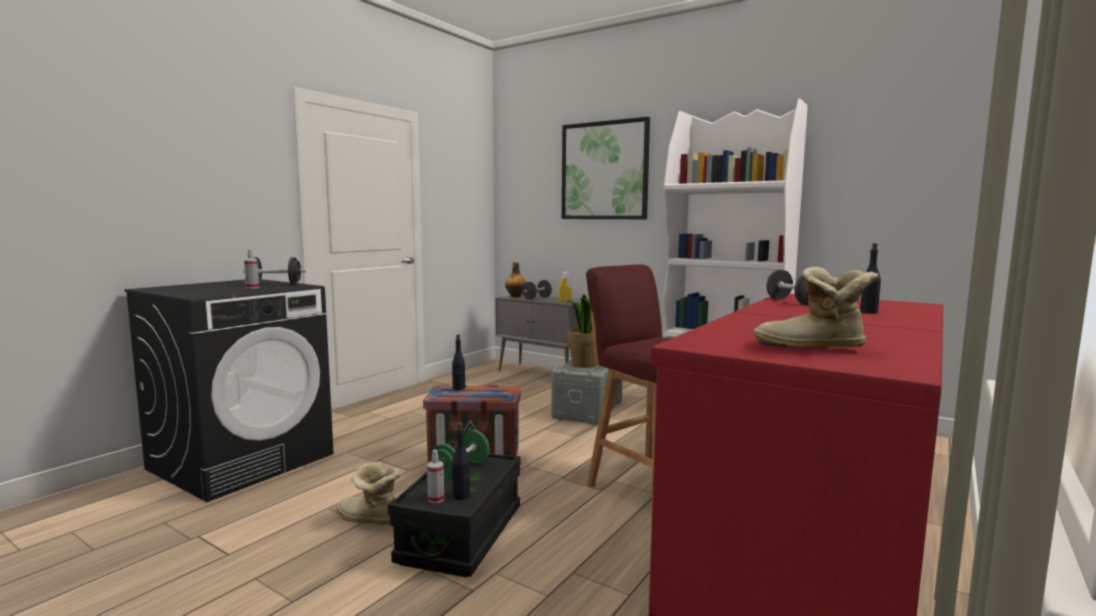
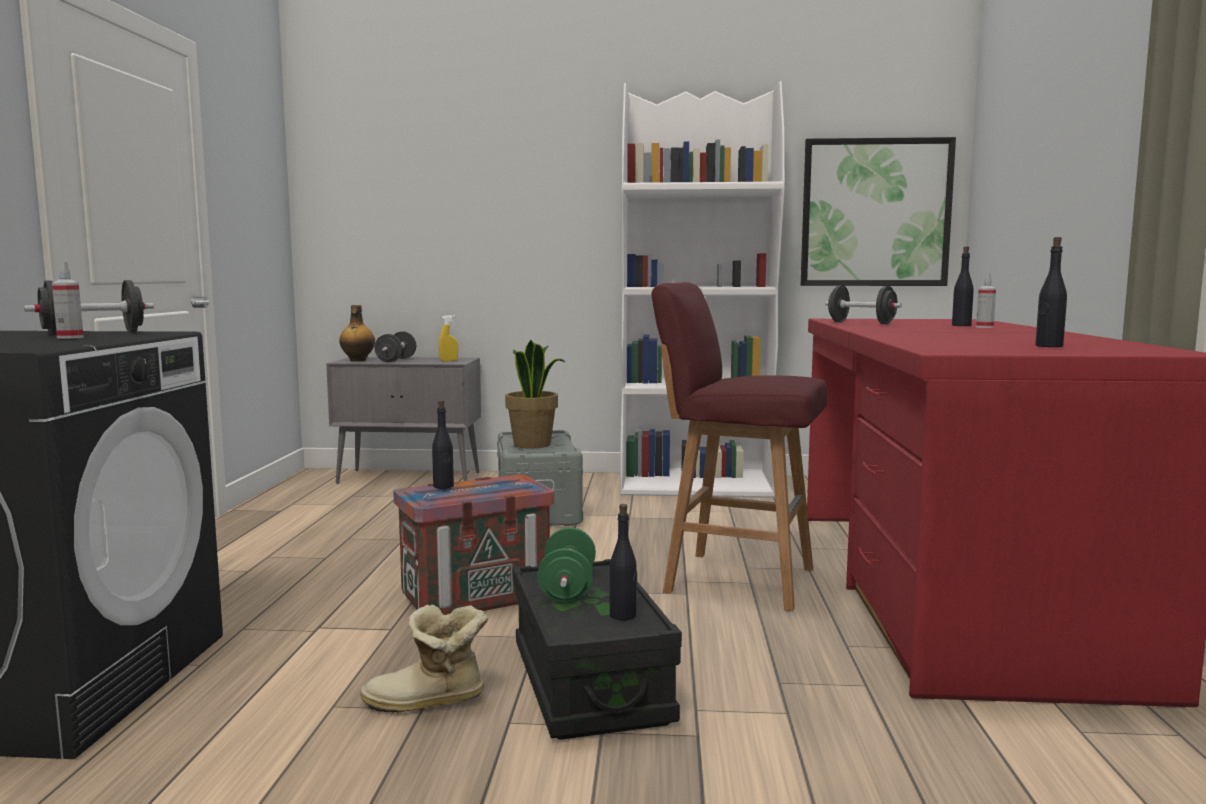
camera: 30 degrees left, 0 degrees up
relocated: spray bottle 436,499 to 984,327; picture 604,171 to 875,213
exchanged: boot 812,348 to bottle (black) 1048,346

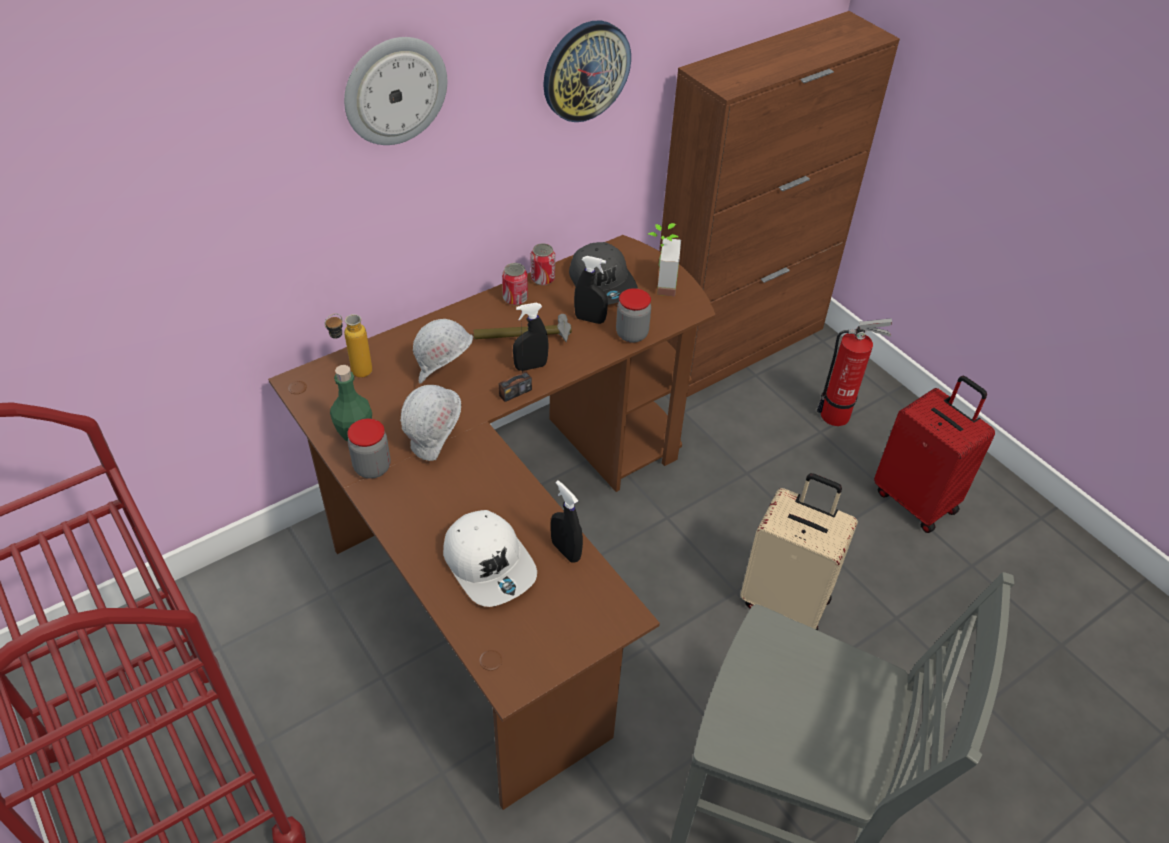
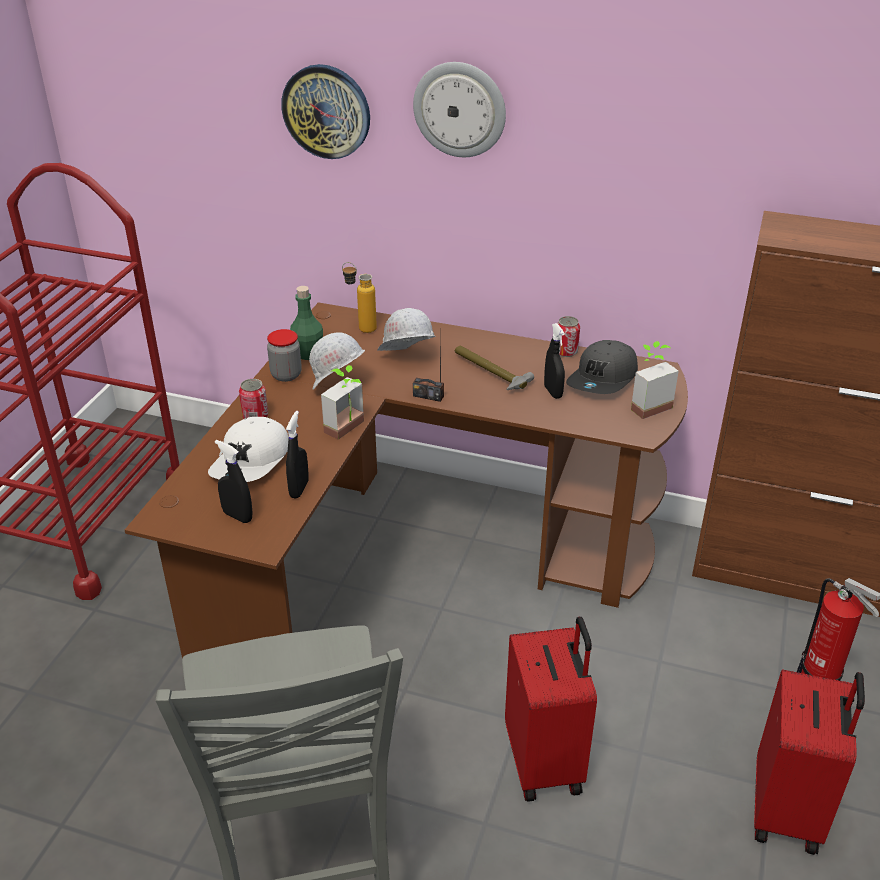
camera: 55 degrees right, 10 degrees down
missing: jar 632,334
appeared: potted plant 350,430
relocated: can 515,298 to 255,416; spray bottle (black) 530,366 to 237,516; wall clock 585,71 to 326,111
colour: suitcase (beige) 786,600 to suitcase (red) 546,762

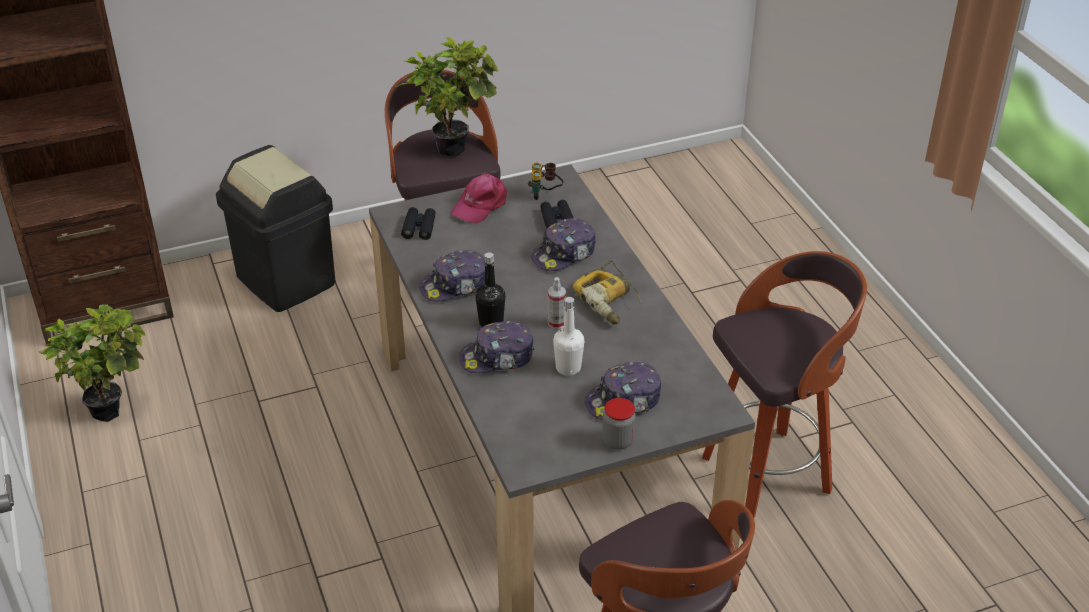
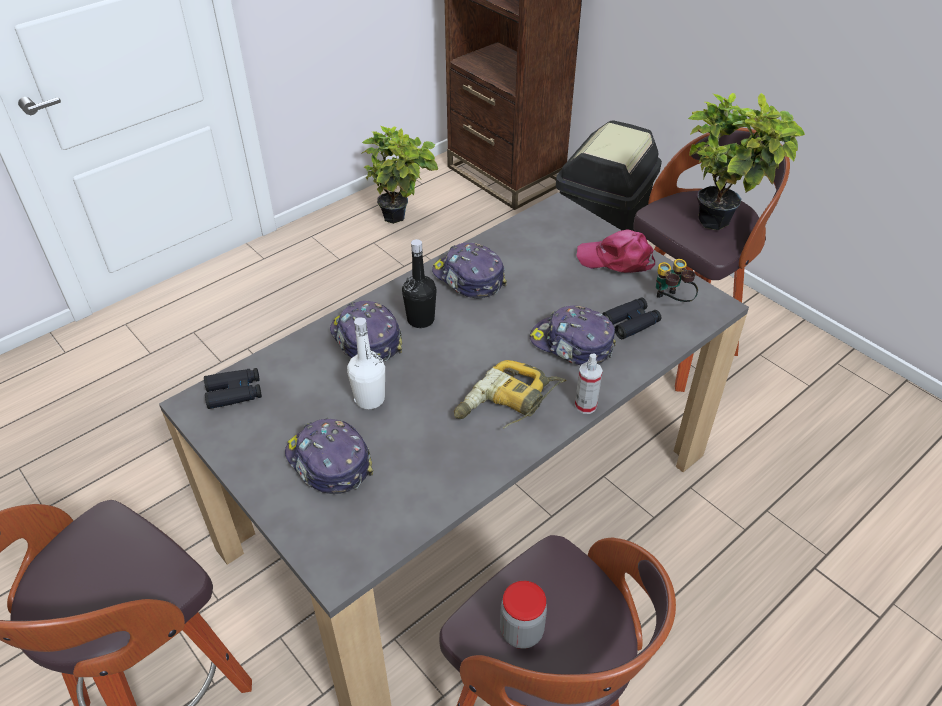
camera: 70 degrees right, 5 degrees up
relocated: binoculars (black) 419,227 to 234,393; spray bottle 556,323 to 585,405; jar 618,441 to 521,631

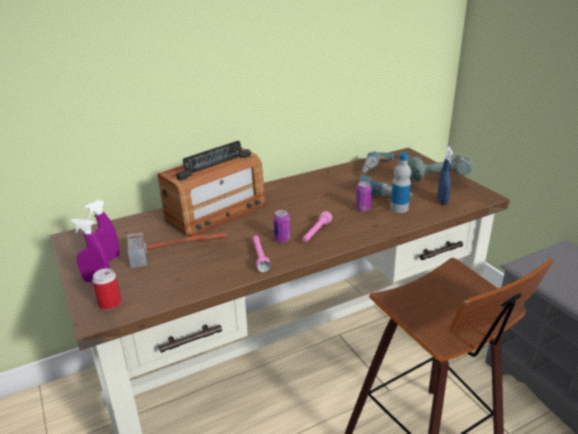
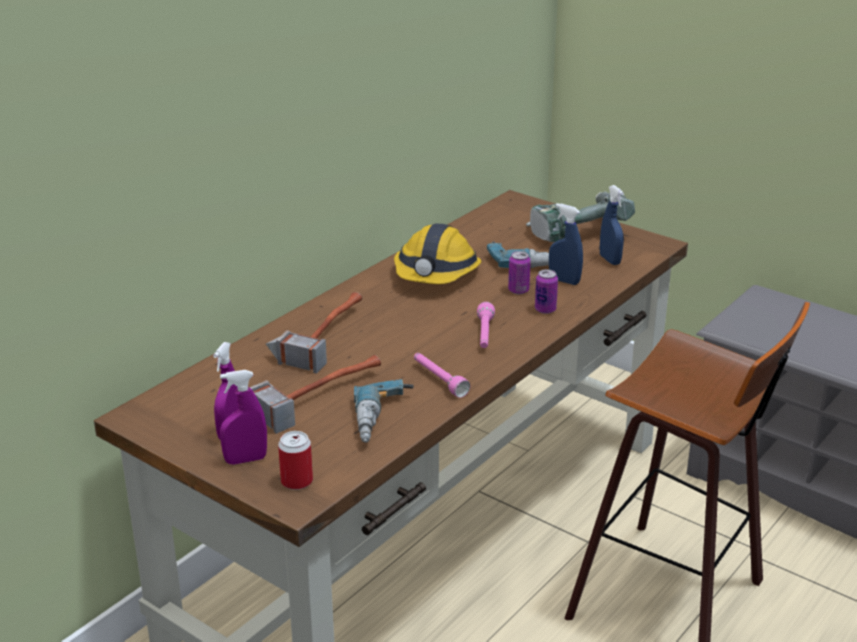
camera: 25 degrees left, 0 degrees up
appeared: hard hat 436,274
relocated: can 282,239 to 545,309; power drill 379,169 to 385,420
exchanged: radio 216,212 to hammer 321,335; bottle 399,208 to spray bottle (blue) 564,281

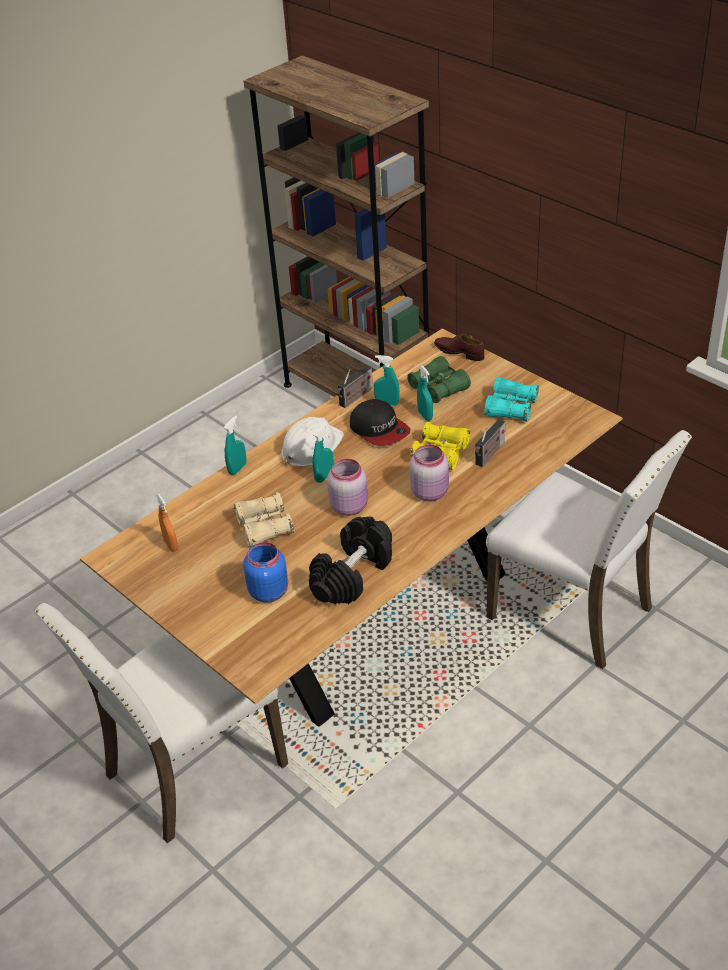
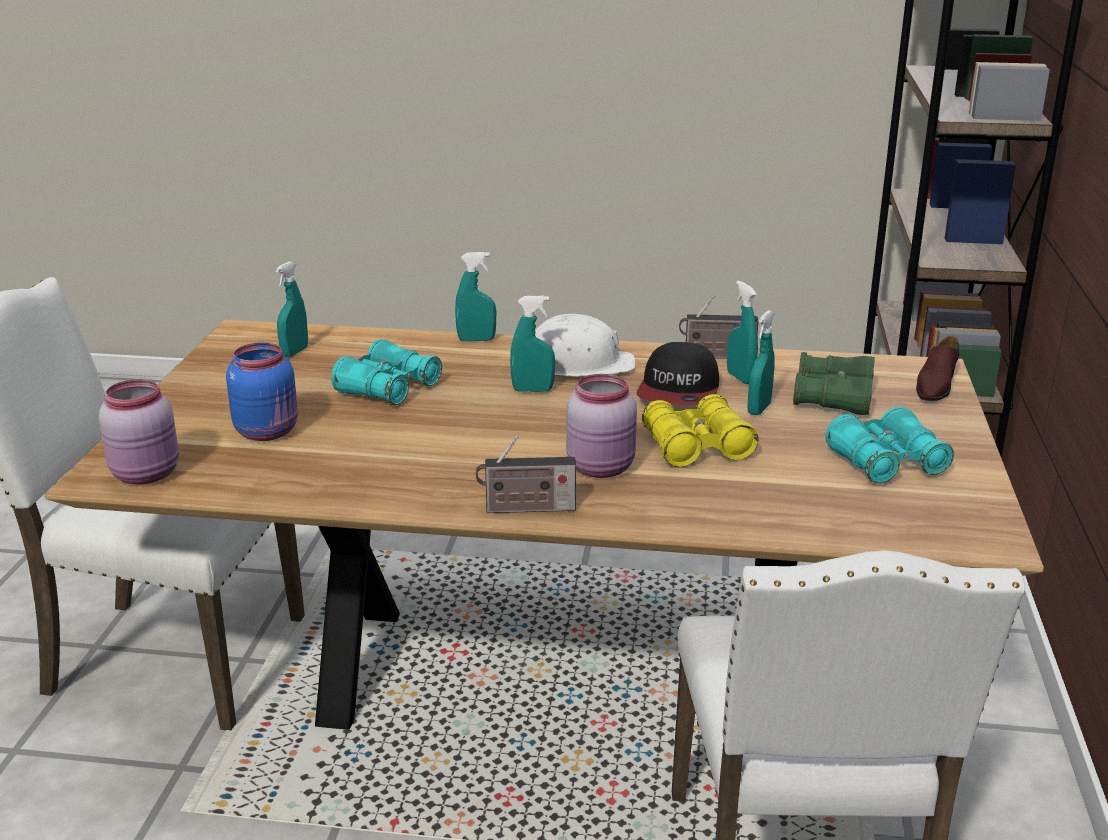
camera: 50 degrees right, 15 degrees down
missing: dumbbell (black) 352,575
relocated: jar (pink) 349,506 to 148,474; radio 489,455 to 526,509
colour: spray bottle (orange) 171,545 to spray bottle (turquoise) 294,352; binoculars (beige) 264,527 to binoculars (turquoise) 388,389
spun: shoe (brown) 459,352 = 935,385 150 degrees counterclockwise

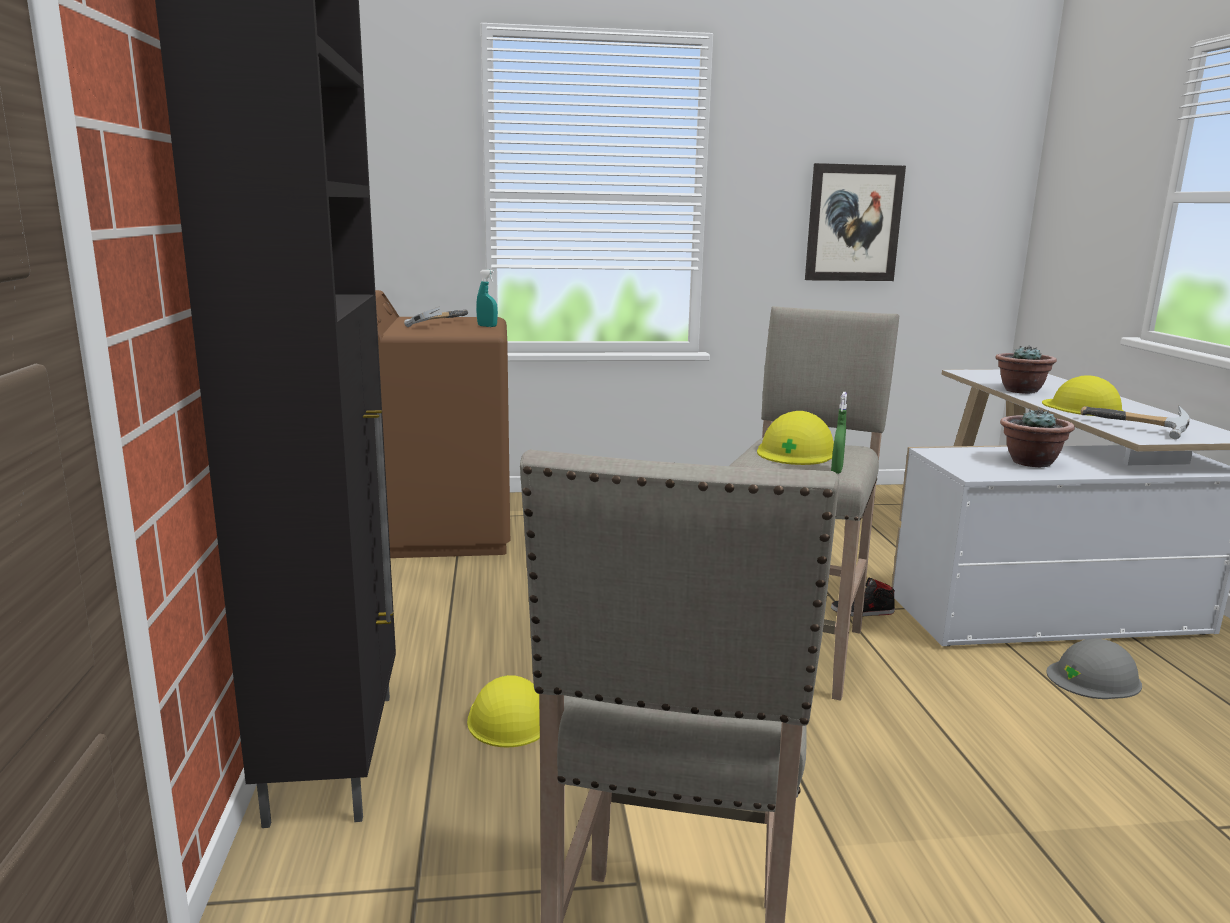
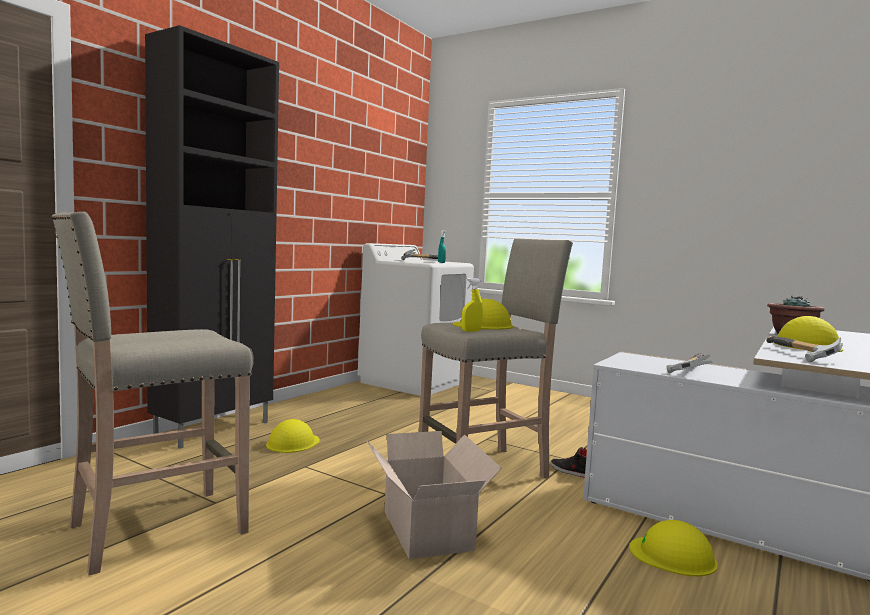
camera: 40 degrees right, 10 degrees down
missing: picture 853,223
appeared: cardboard box 427,532
exchanged: potted plant 1030,462 to hammer 688,369
colour: washing machine (brown) 439,531 to washing machine (white) 414,382; spray bottle (green) 836,470 to spray bottle (yellow) 471,331; hard hat (grey) 1094,678 to hard hat (yellow) 673,556

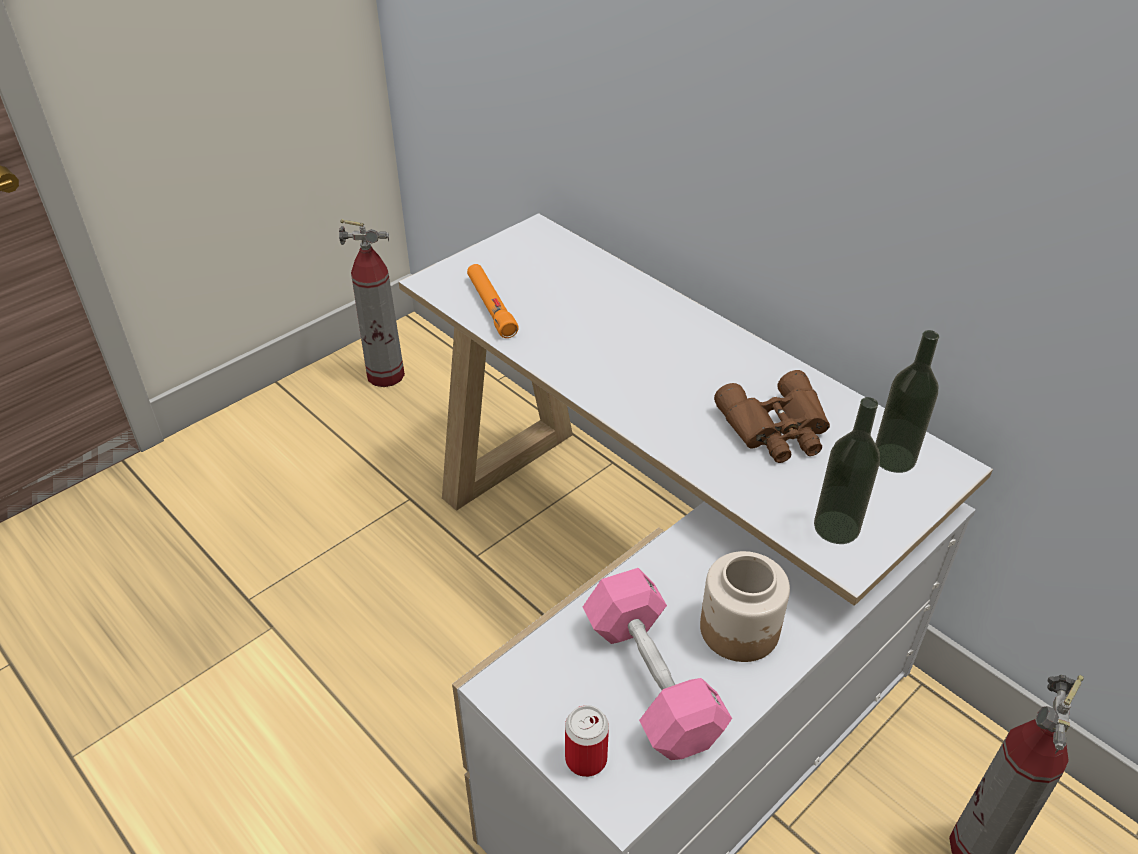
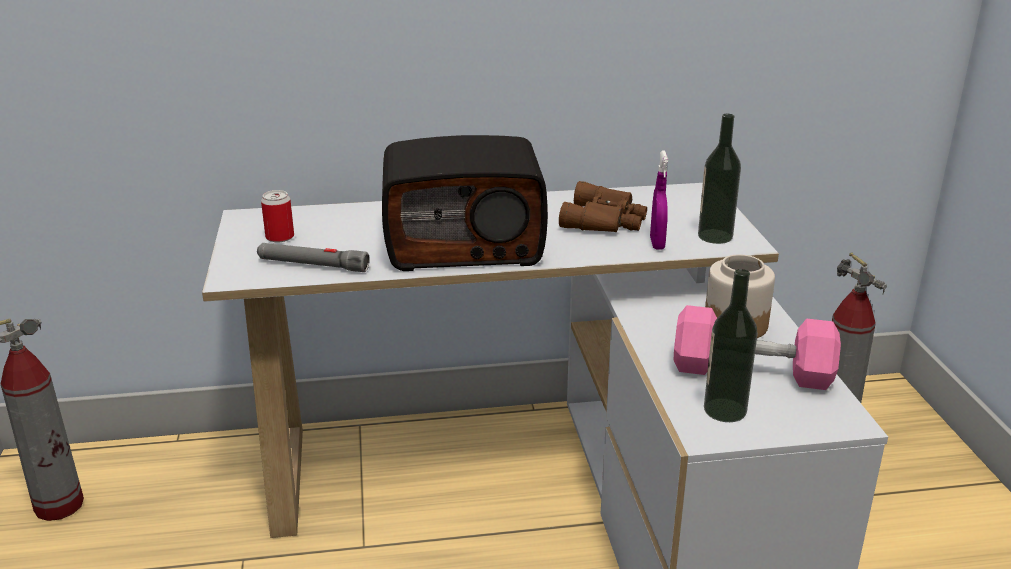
camera: 55 degrees left, 15 degrees down
appeared: radio 464,244; spray bottle (purple) 657,243
relocated: can 586,758 to 280,237; bottle 894,458 to 725,410
colour: flashlight (orange) 491,306 to flashlight (grey) 312,265

